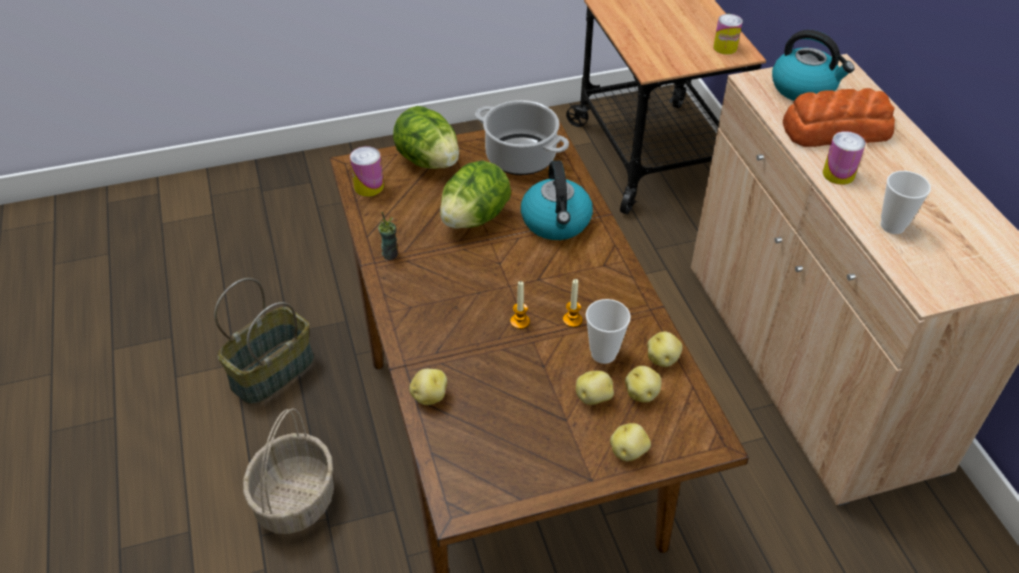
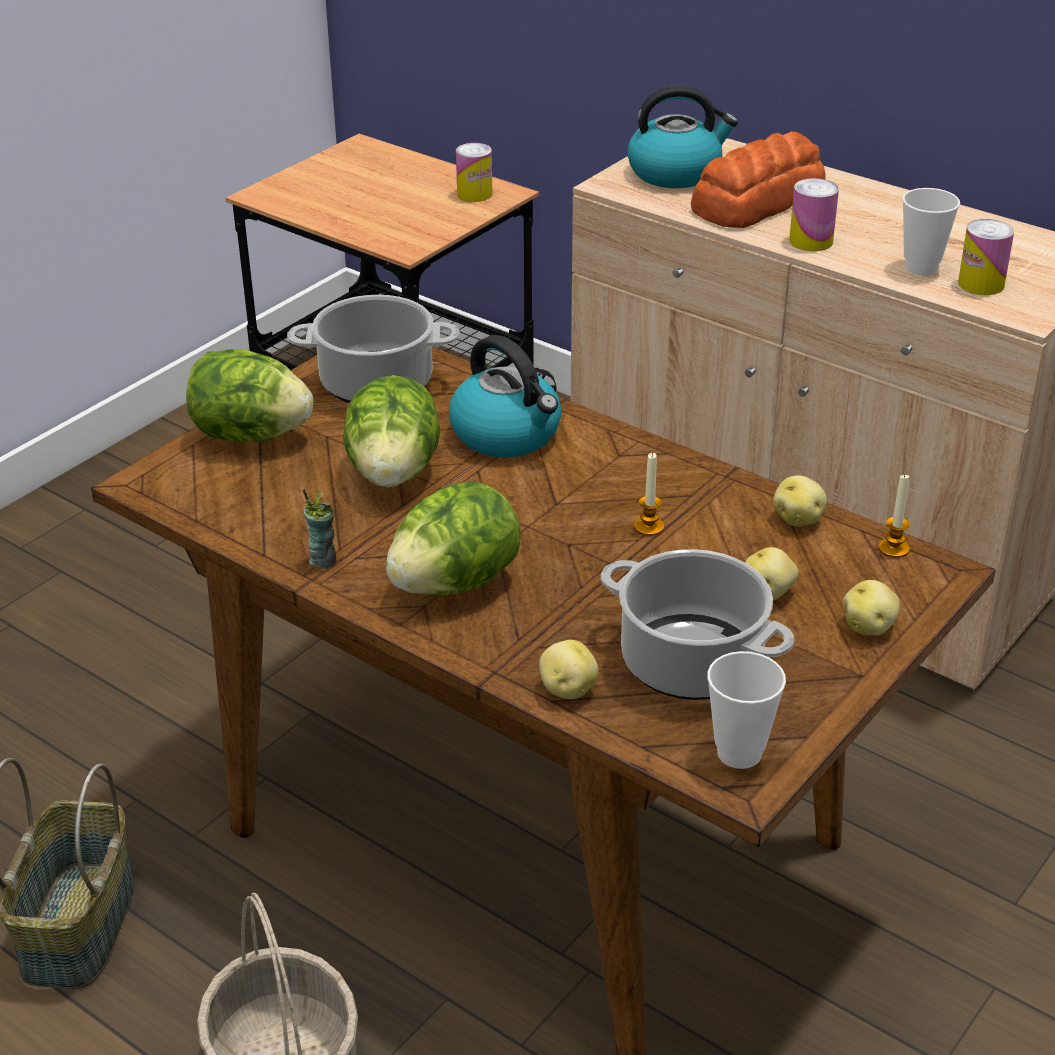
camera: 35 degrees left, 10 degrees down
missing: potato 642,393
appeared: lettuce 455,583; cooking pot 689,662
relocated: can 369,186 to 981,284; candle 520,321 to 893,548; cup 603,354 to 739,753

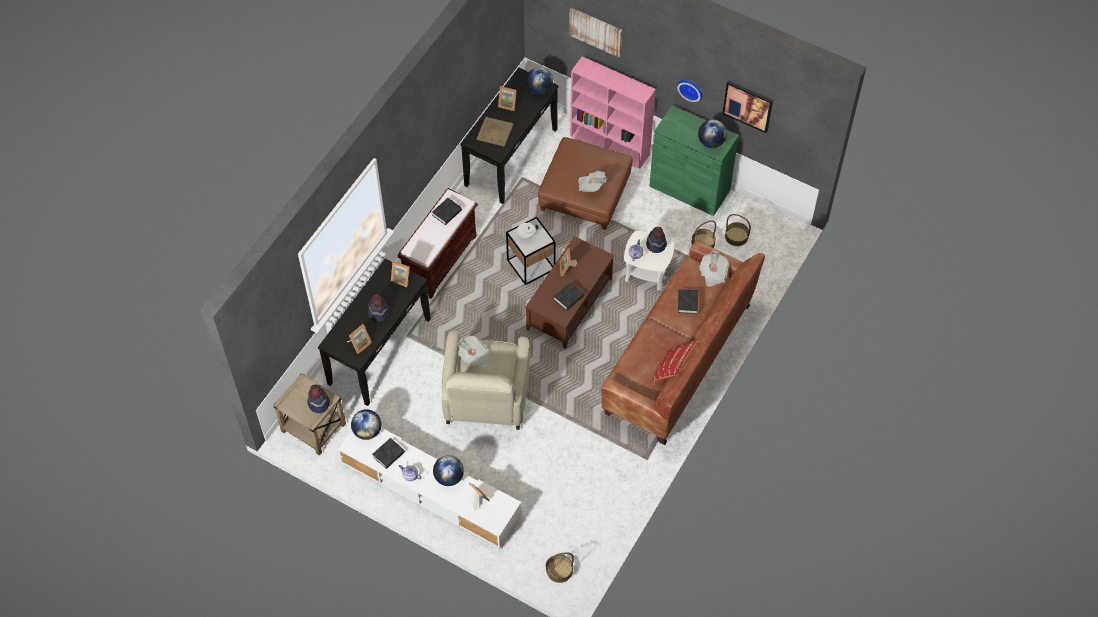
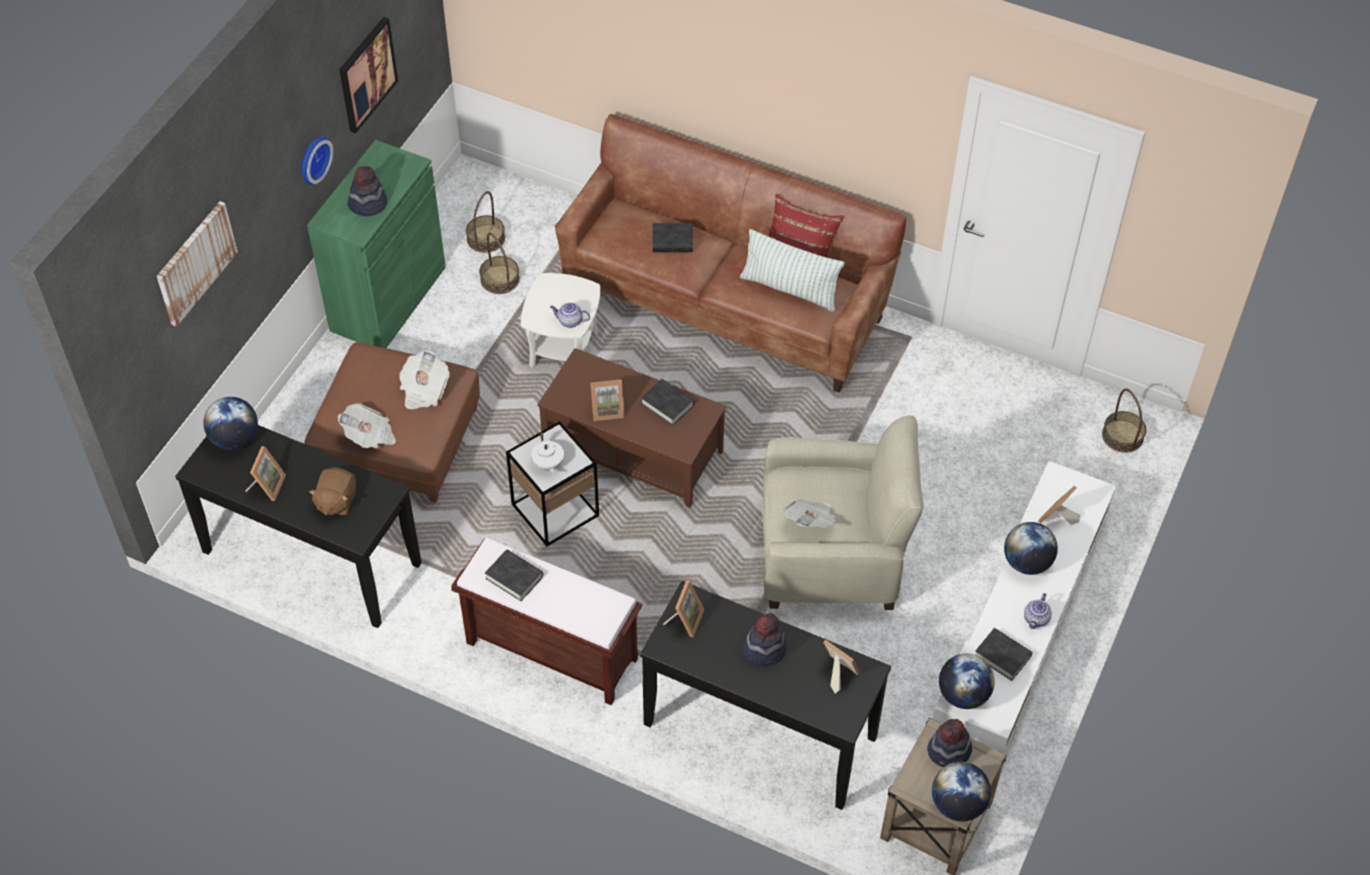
camera: 95 degrees left, 5 degrees down
missing: bookcase (pink) 610,145
appeared: pillow 790,289
relocated: hat 656,244 to 368,204; globe 711,142 to 958,804; newspaper 713,274 to 369,436
exchanged: tray (beige) 495,132 to plush toy (brown) 336,501

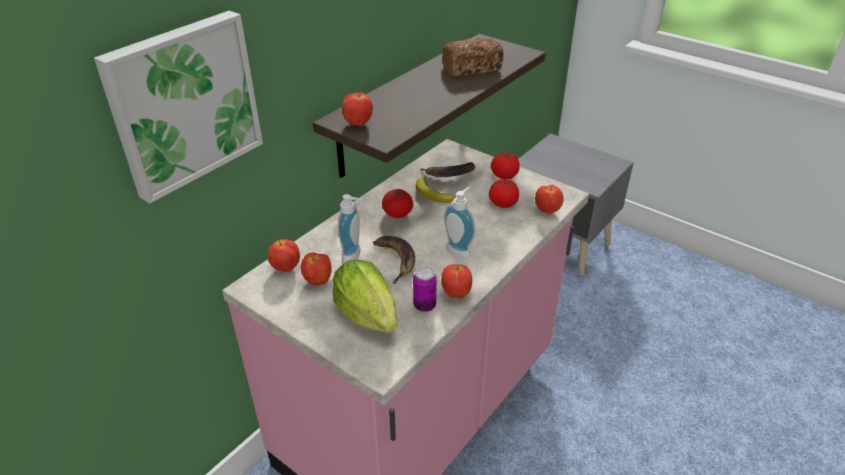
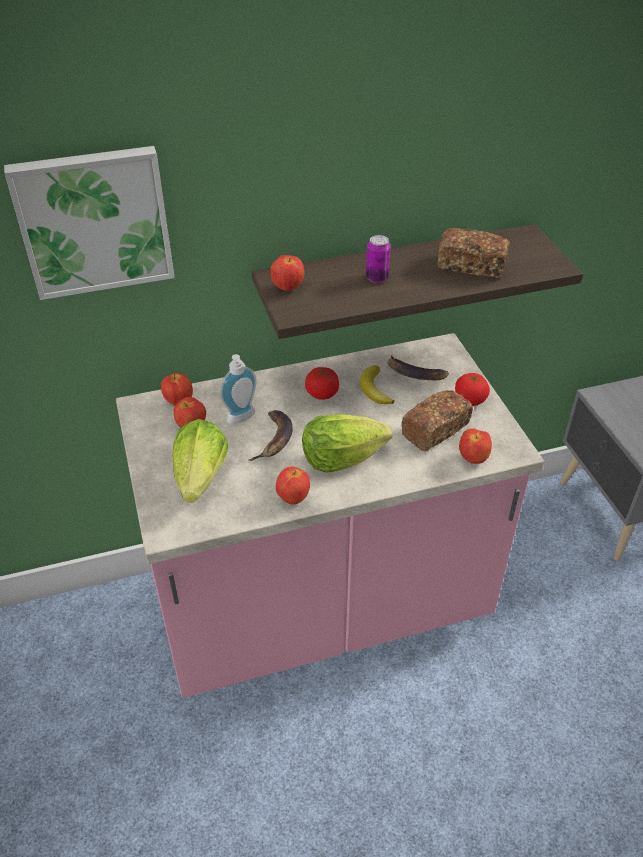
camera: 35 degrees right, 5 degrees up
relocated: can 424,305 to 377,278
exchanged: soap dispenser 460,251 to lettuce 341,458; tomato 503,203 to bread 435,430

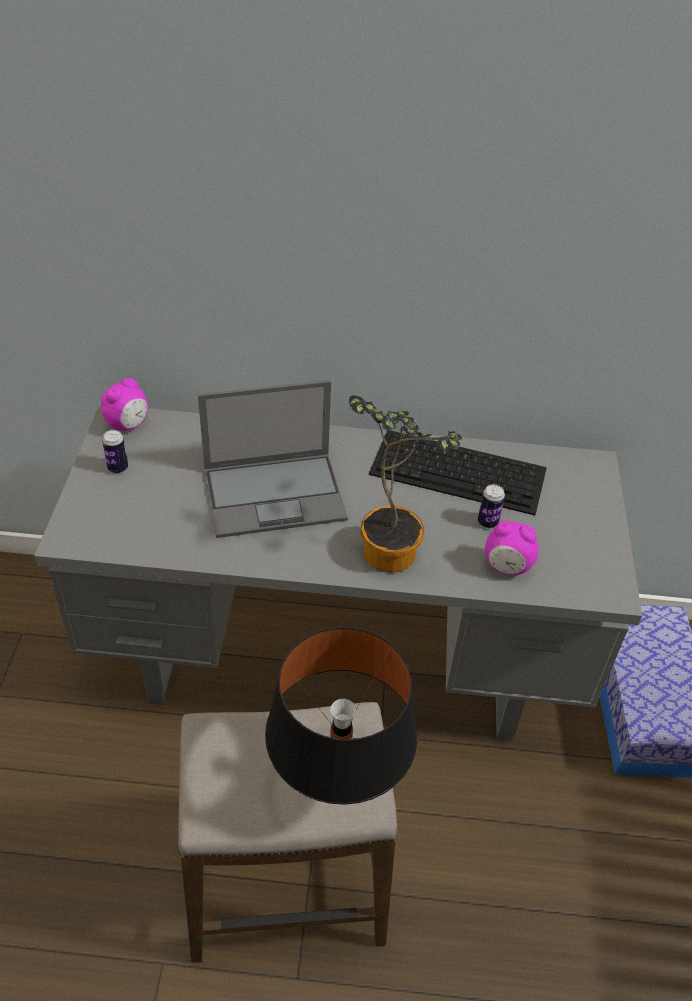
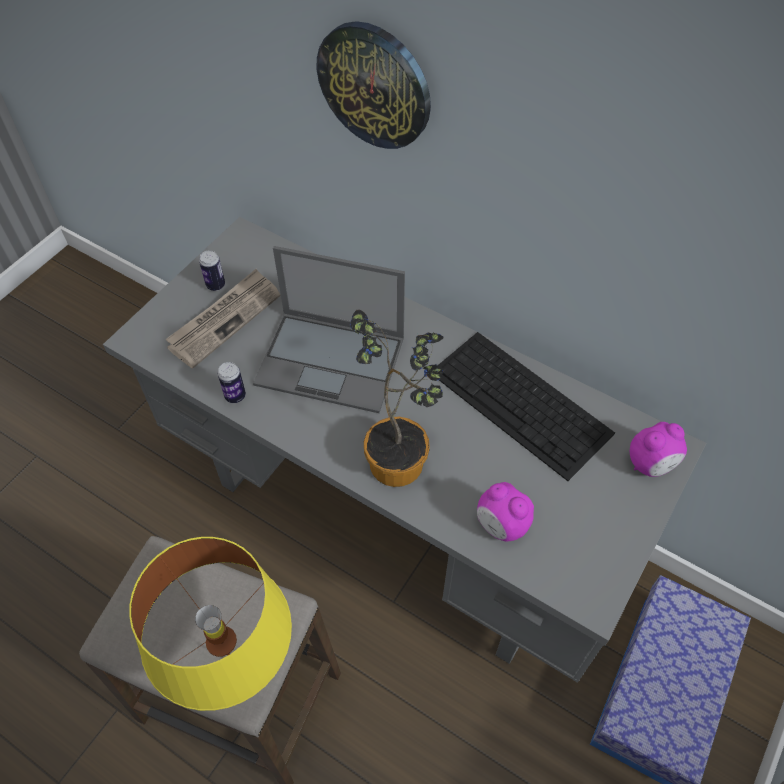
camera: 30 degrees right, 10 degrees up
appeared: newspaper 224,319; wall clock 375,85
relocated: alarm clock 128,425 to 650,464; can 487,522 to 235,396
colour: table lamp (black) 337,782 to table lamp (yellow) 231,661

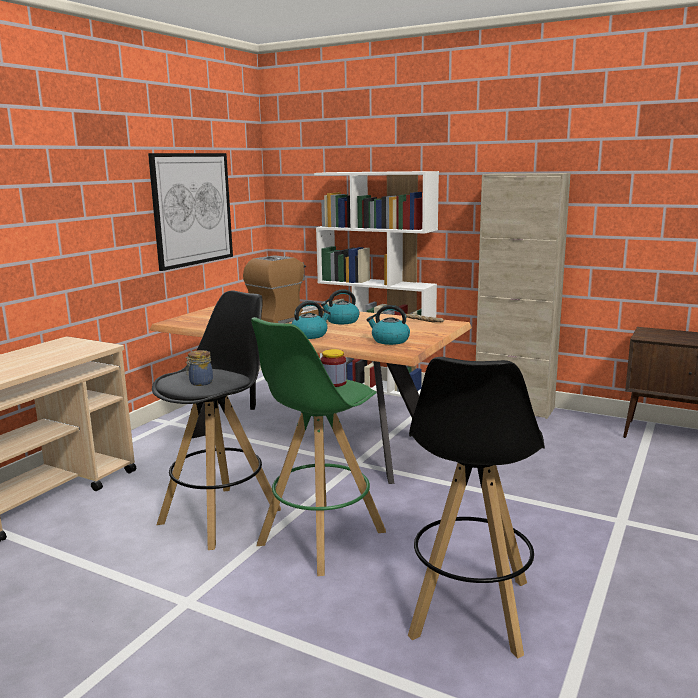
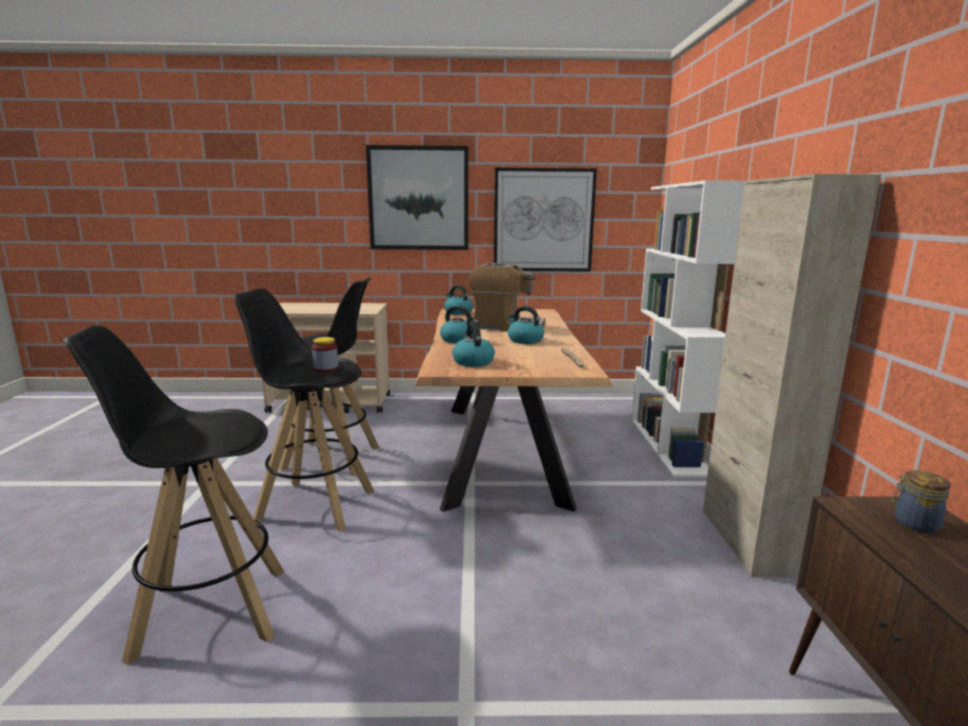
camera: 60 degrees right, 0 degrees up
appeared: picture 418,198; kettle 458,312
relocated: jar 200,383 to 913,524
colour: stool (green) 320,538 to stool (black) 314,504

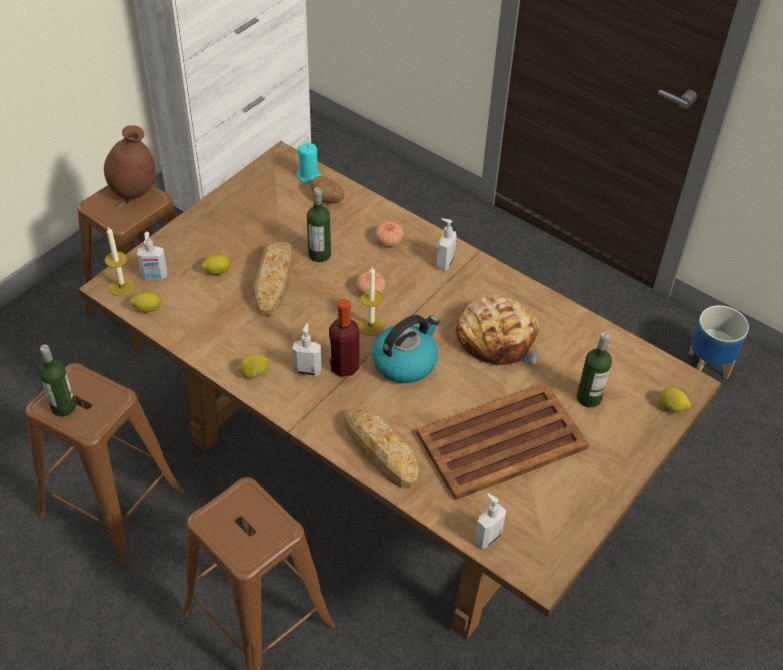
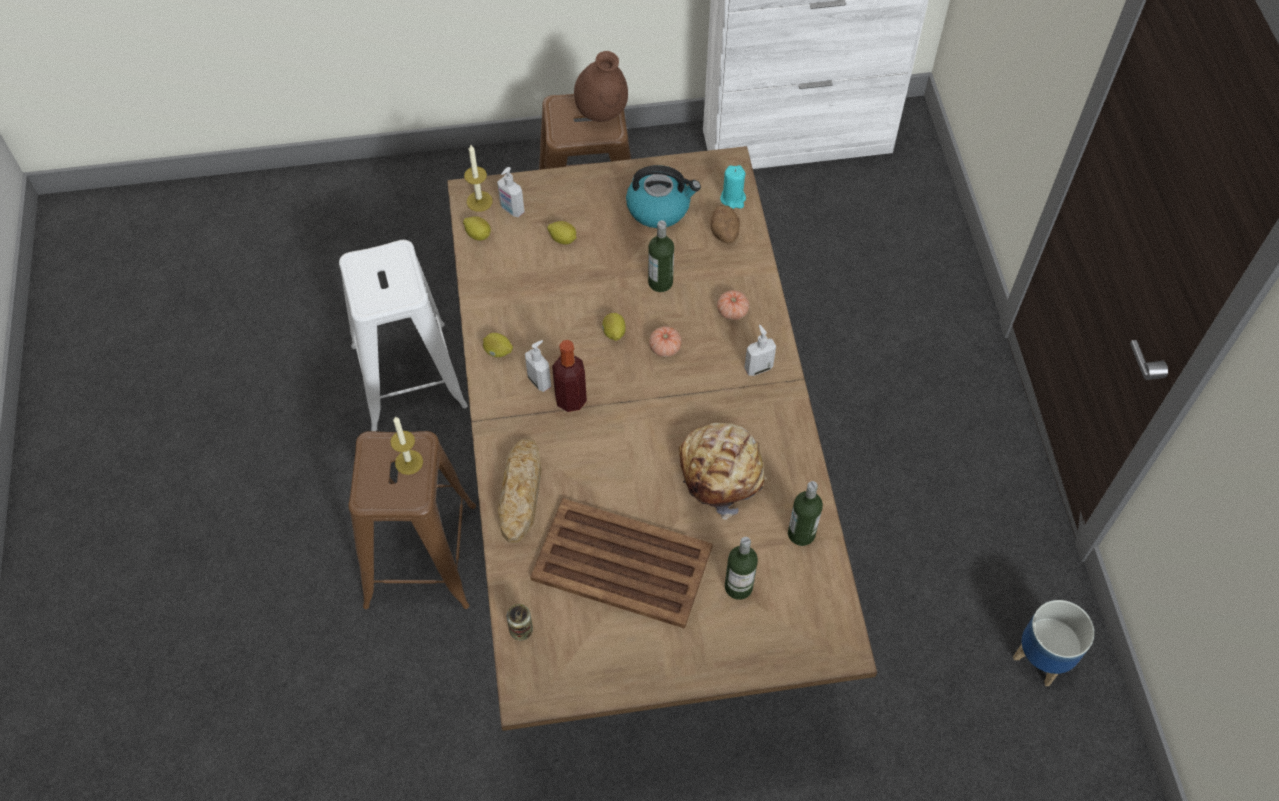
camera: 45 degrees right, 10 degrees up
missing: bread 274,282
relocated: bottle 63,407 to 801,533; candle 371,325 to 409,462; kettle 405,362 to 659,208; lemon 671,407 to 614,333
exchanged: soap dispenser 487,537 to can 521,630
colour: stool (brown) 112,503 to stool (white) 409,376

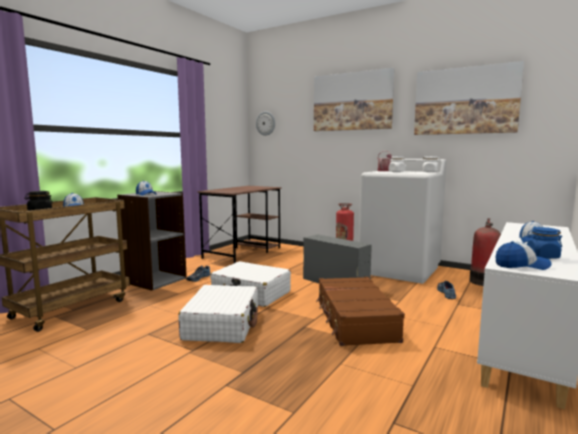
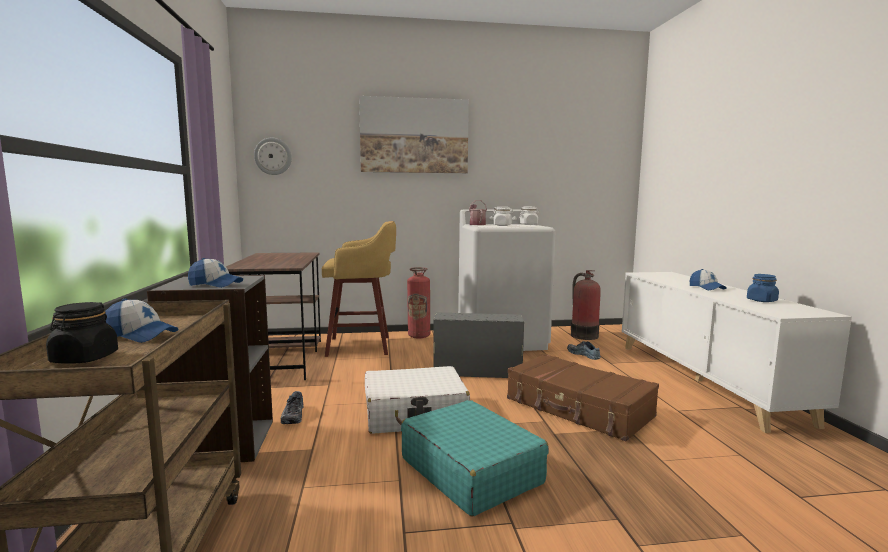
camera: 40 degrees left, 0 degrees up
missing: picture 465,101; cap 521,265
appeared: stool (yellow) 361,346
colour: suitcase (white) 222,324 to suitcase (turquoise) 470,470

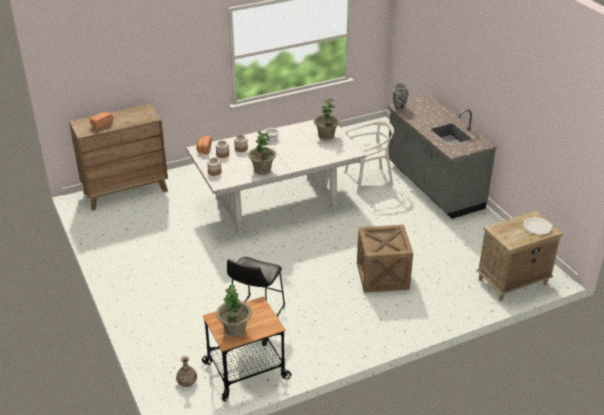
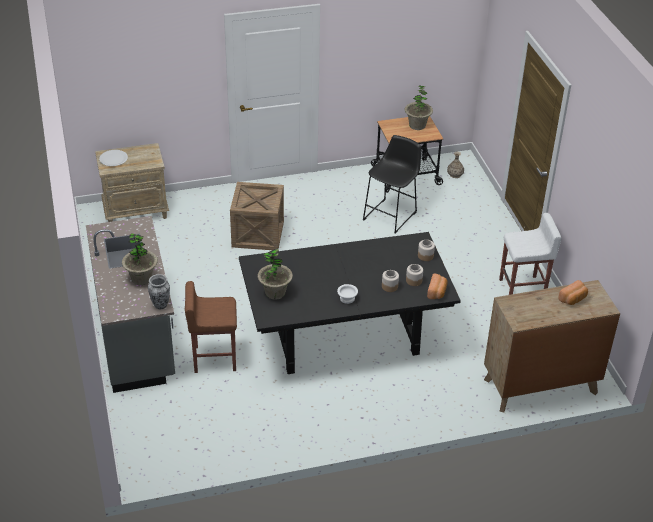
camera: 170 degrees left, 5 degrees up
appeared: stool (white) 523,289
relocated: potted plant 262,170 to 141,278
exchanged: chair (white) 368,179 to stool (brown) 214,358
colour: dining table (white) 277,204 to dining table (black) 344,337

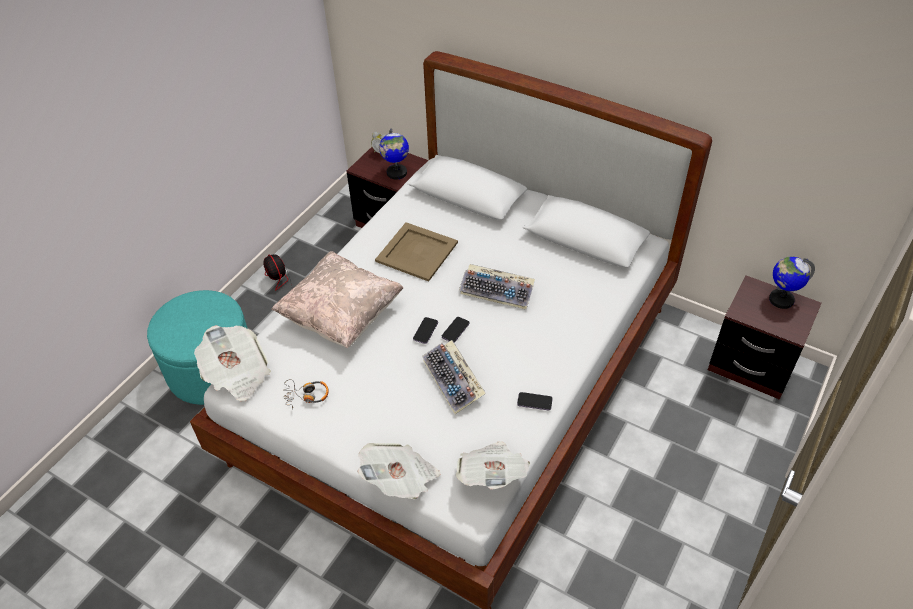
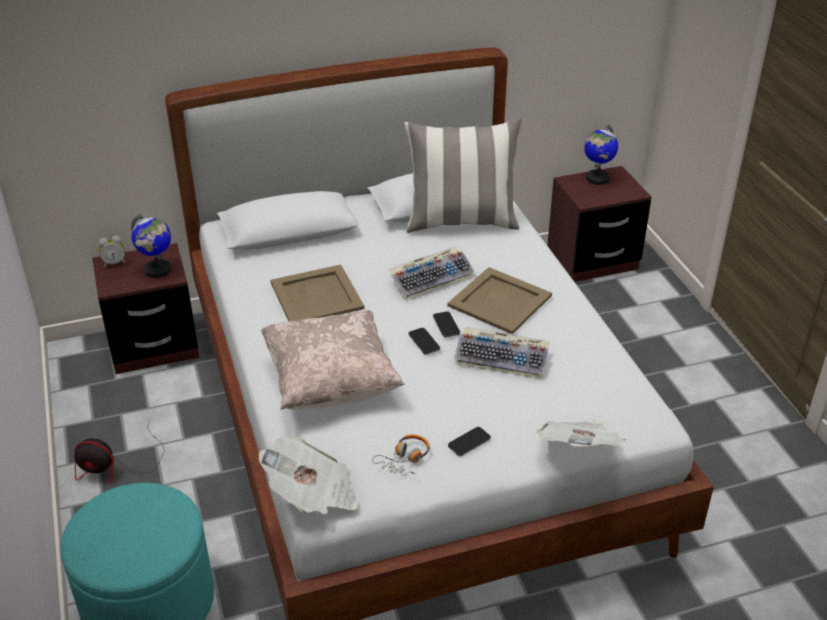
camera: 50 degrees left, 10 degrees down
missing: newspaper 492,475
appeared: pillow 461,221; tray (beige) 499,300
relocated: phone 534,402 to 469,442

